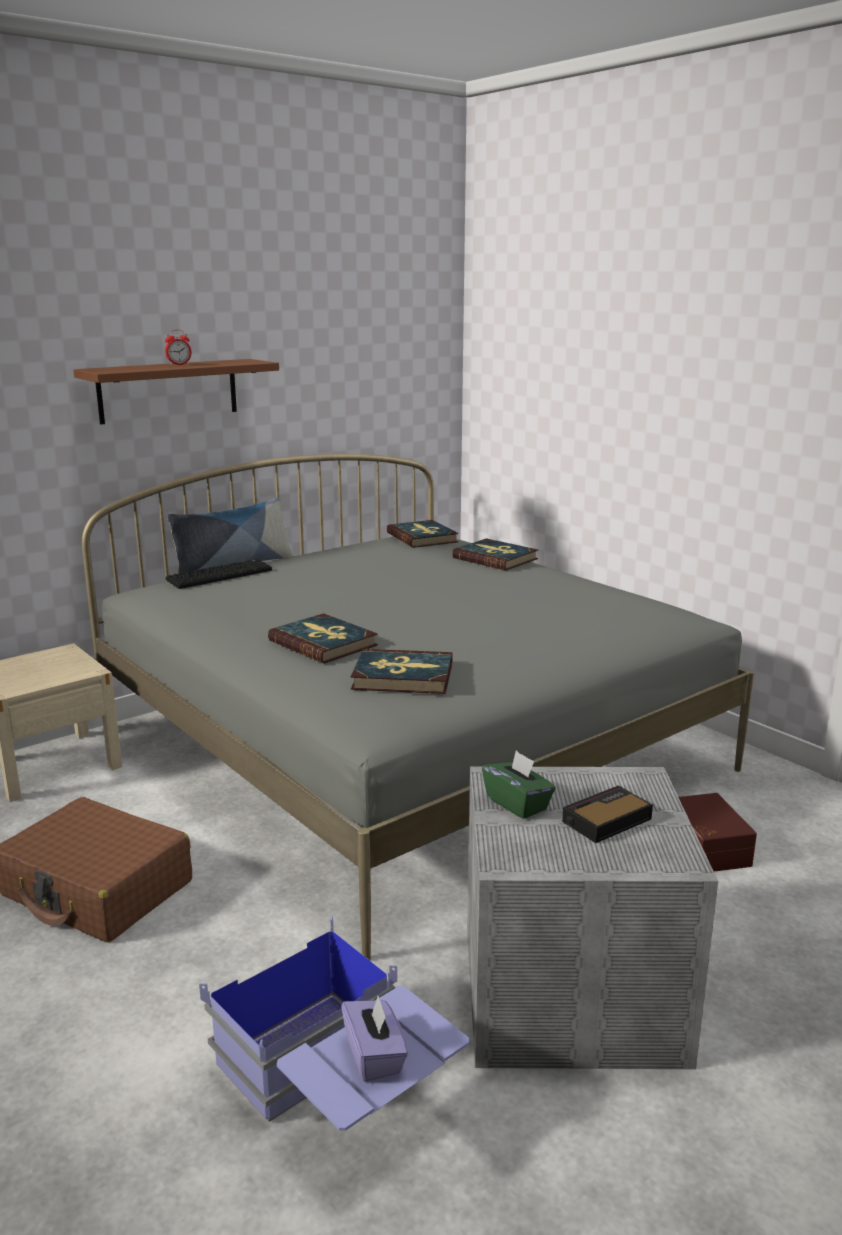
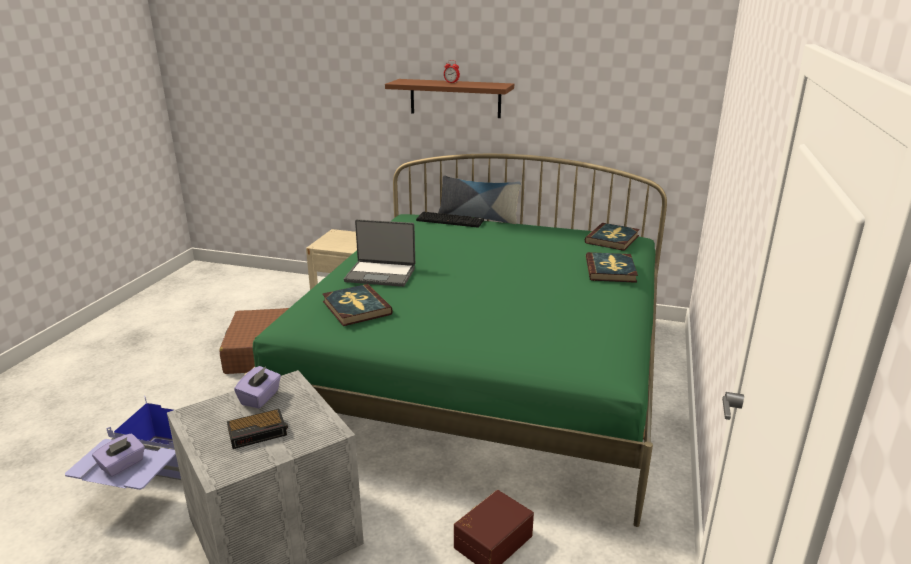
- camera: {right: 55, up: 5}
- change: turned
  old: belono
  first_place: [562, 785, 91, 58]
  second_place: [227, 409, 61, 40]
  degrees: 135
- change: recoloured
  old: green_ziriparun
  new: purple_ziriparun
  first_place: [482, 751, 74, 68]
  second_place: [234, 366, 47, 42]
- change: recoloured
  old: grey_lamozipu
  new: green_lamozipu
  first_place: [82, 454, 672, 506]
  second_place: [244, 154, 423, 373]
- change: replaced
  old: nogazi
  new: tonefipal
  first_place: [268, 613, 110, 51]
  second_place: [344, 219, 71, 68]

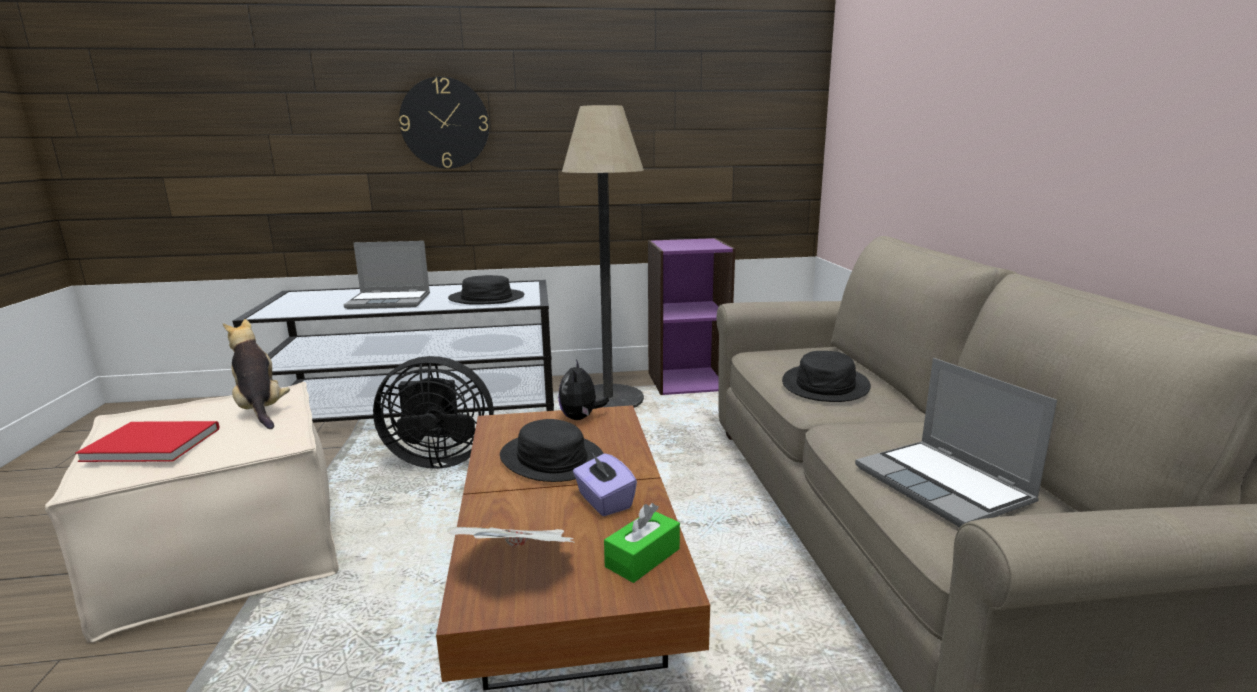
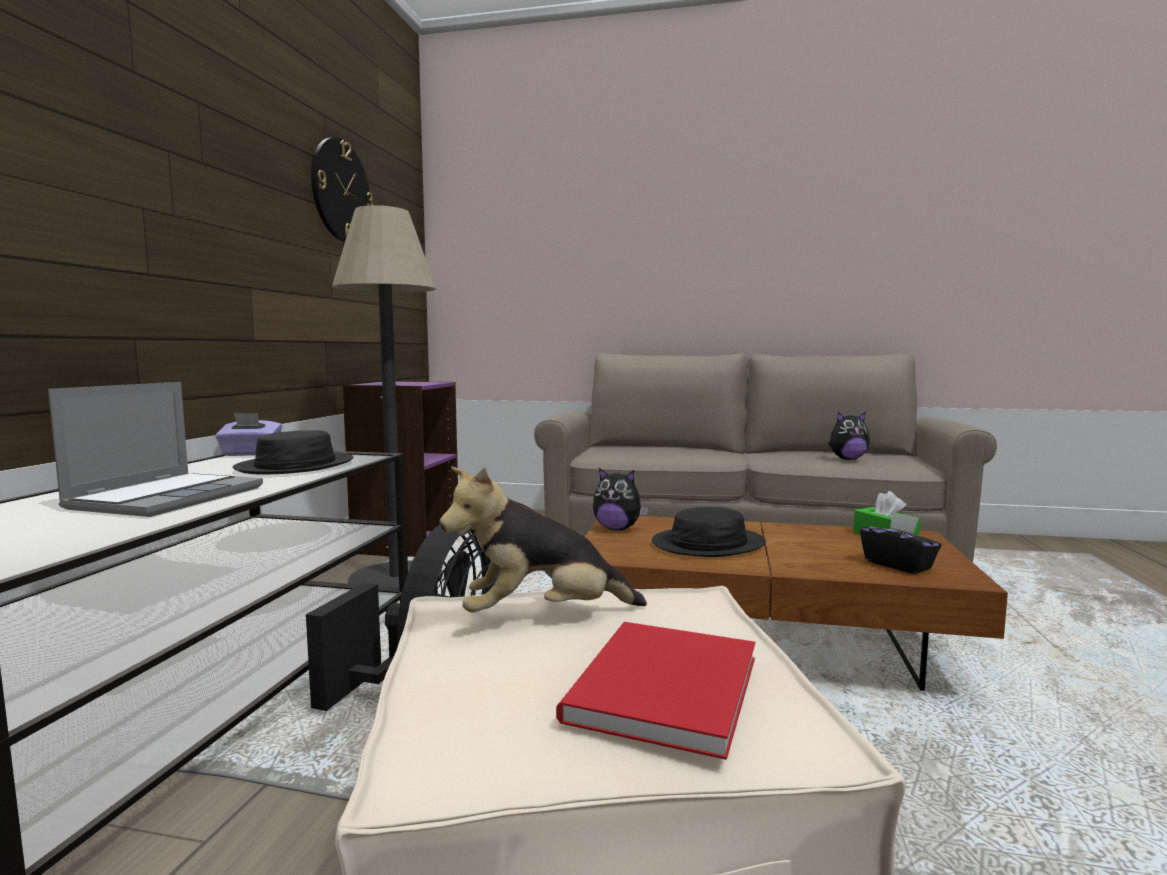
- camera: {right: -70, up: -10}
- change: moved
  old: purple_ziriparun
  first_place: [573, 451, 64, 65]
  second_place: [215, 413, 67, 43]
- change: moved
  old: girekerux
  first_place: [399, 77, 90, 92]
  second_place: [311, 137, 62, 105]
- change: replaced
  old: tonefipal
  new: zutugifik
  first_place: [855, 358, 202, 170]
  second_place: [828, 412, 42, 48]
- change: replaced
  old: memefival
  new: black_ziriparun
  first_place: [447, 527, 127, 20]
  second_place: [860, 512, 81, 62]
- change: removed
  old: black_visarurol
  first_place: [782, 351, 89, 51]

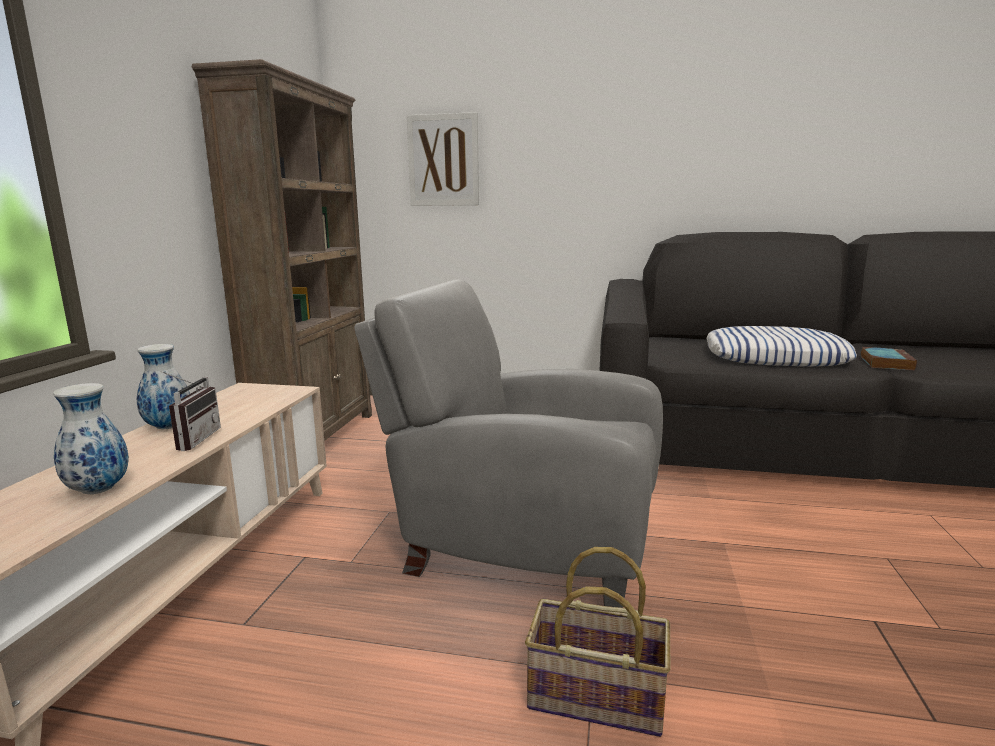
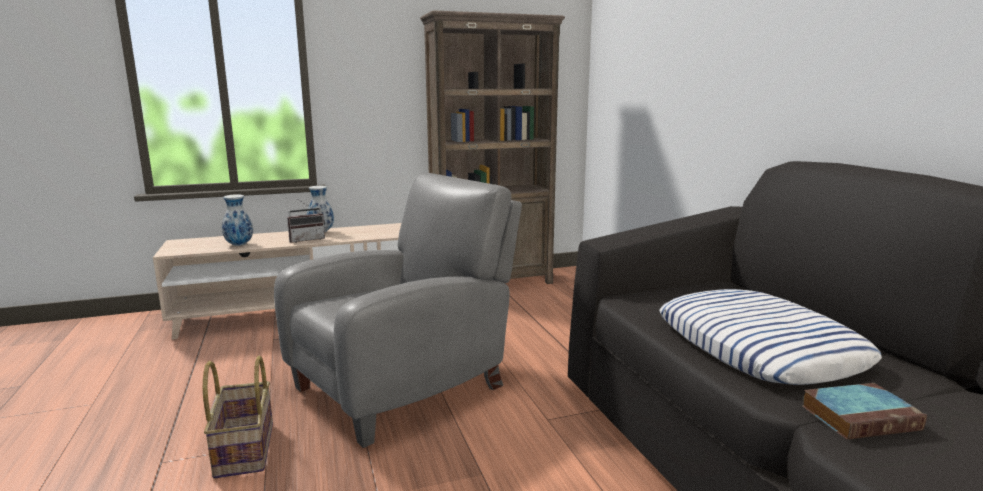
- camera: {right: 60, up: 0}
- change: turned
  old: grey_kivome
  first_place: [354, 279, 309, 329]
  second_place: [274, 173, 248, 275]
  degrees: 60
- change: removed
  old: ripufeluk
  first_place: [407, 112, 72, 94]

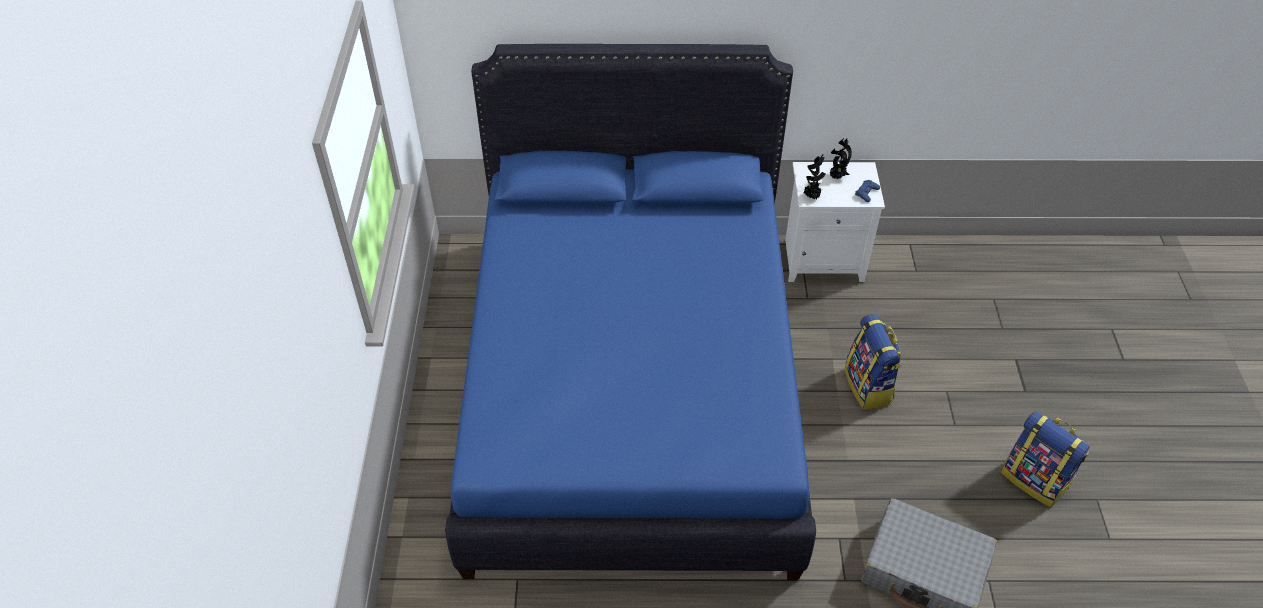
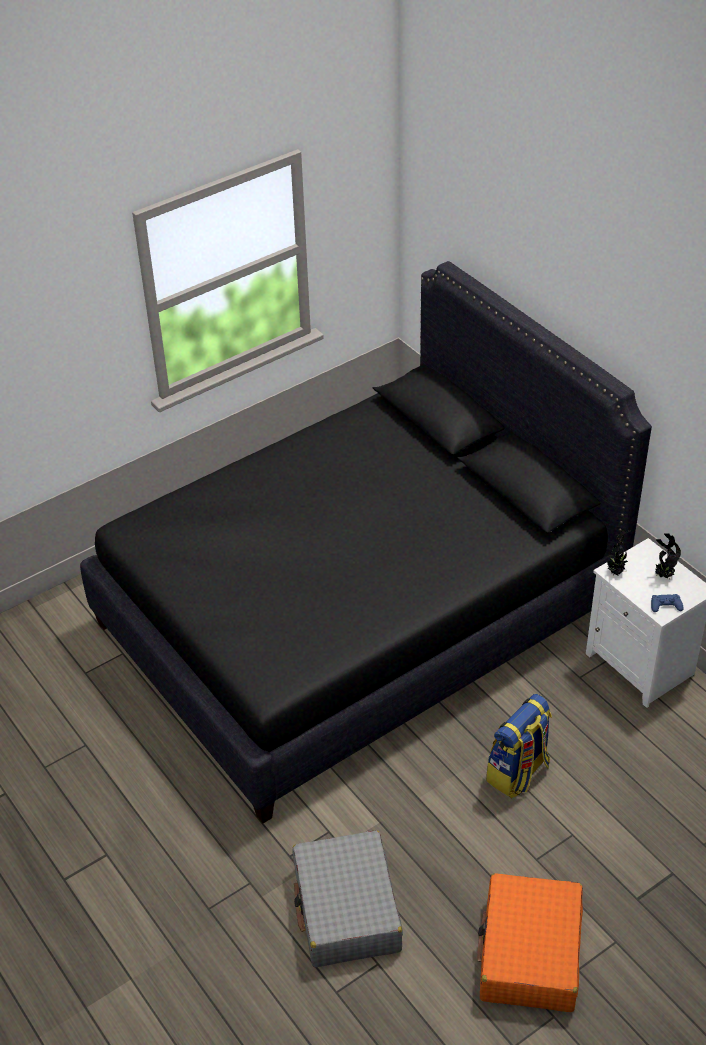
- camera: {right: 55, up: -5}
- change: recoloured
  old: blue_lamozipu
  new: black_lamozipu
  first_place: [445, 44, 371, 536]
  second_place: [80, 261, 572, 562]
- change: replaced
  old: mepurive
  new: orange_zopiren
  first_place: [1001, 411, 89, 96]
  second_place: [477, 873, 106, 139]

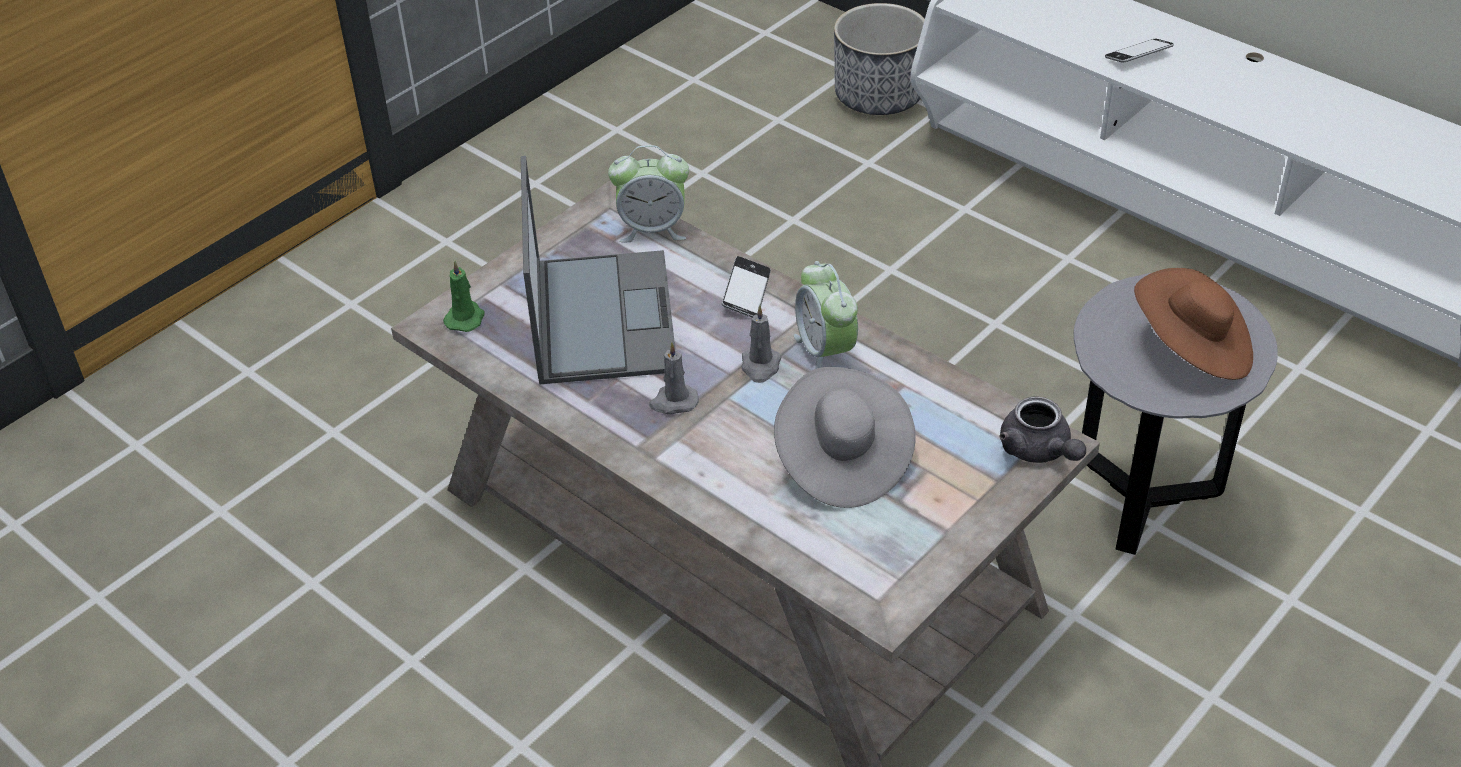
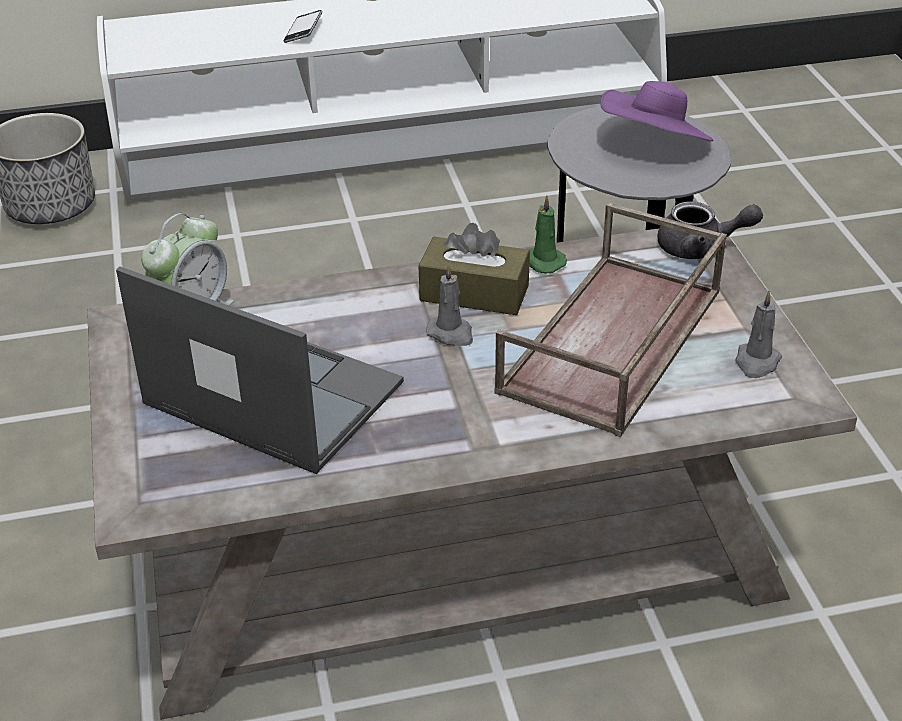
- camera: {right: -55, up: -5}
- change: replaced
  old: belono
  new: brown_ziriparun
  first_place: [794, 261, 64, 108]
  second_place: [418, 223, 112, 92]
- change: replaced
  old: grey_visarurol
  new: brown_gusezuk
  first_place: [774, 367, 142, 141]
  second_place: [495, 203, 232, 234]
- change: moved
  old: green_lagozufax
  first_place: [443, 261, 42, 71]
  second_place: [528, 195, 39, 78]
- change: recoloured
  old: brown_visarurol
  new: purple_visarurol
  first_place: [1134, 268, 119, 112]
  second_place: [600, 81, 114, 61]
- change: moved
  old: grey_lagozufax
  first_place: [649, 342, 50, 72]
  second_place: [735, 291, 47, 87]
- change: removed
  old: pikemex
  first_place: [722, 256, 49, 62]

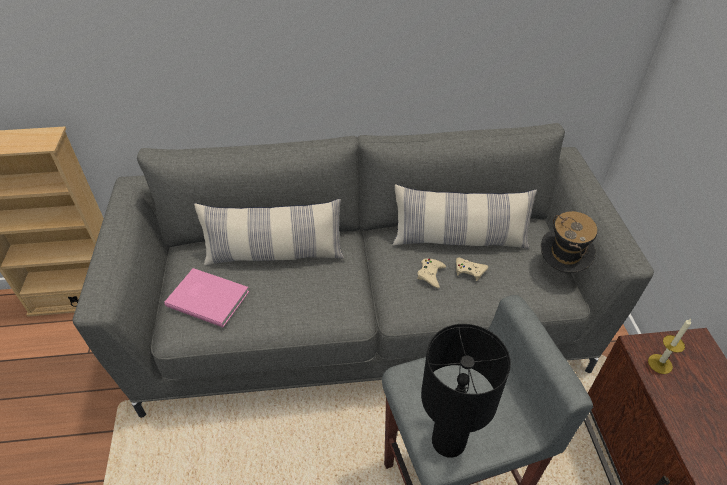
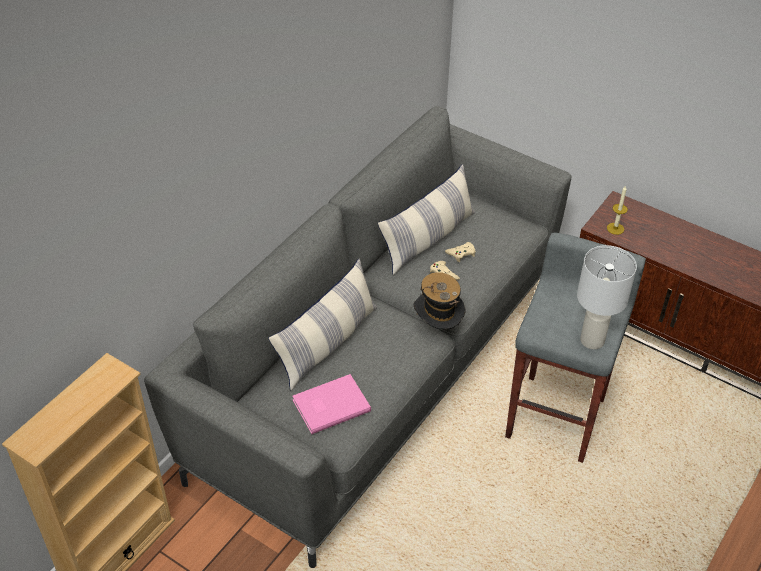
- camera: {right: -50, up: 0}
- change: moved
  old: visarurol
  first_place: [541, 211, 57, 62]
  second_place: [414, 272, 52, 57]
- change: recoloured
  old: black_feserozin
  new: white_feserozin
  first_place: [421, 324, 90, 134]
  second_place: [577, 245, 60, 105]

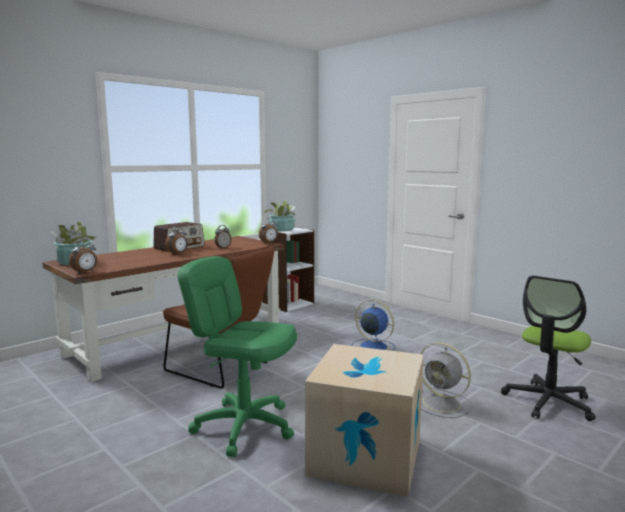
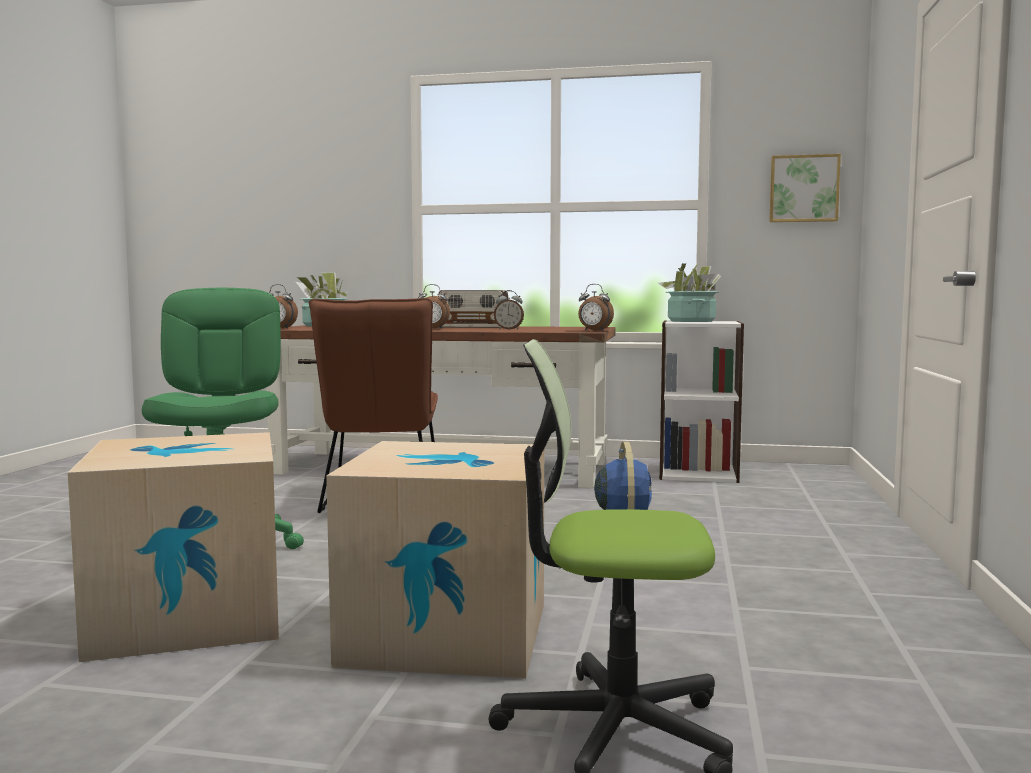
- camera: {right: 55, up: -5}
- change: replaced
  old: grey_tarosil
  new: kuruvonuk
  first_place: [421, 343, 51, 75]
  second_place: [326, 441, 218, 238]
- change: added
  new: ripufeluk
  second_place: [769, 154, 72, 68]

